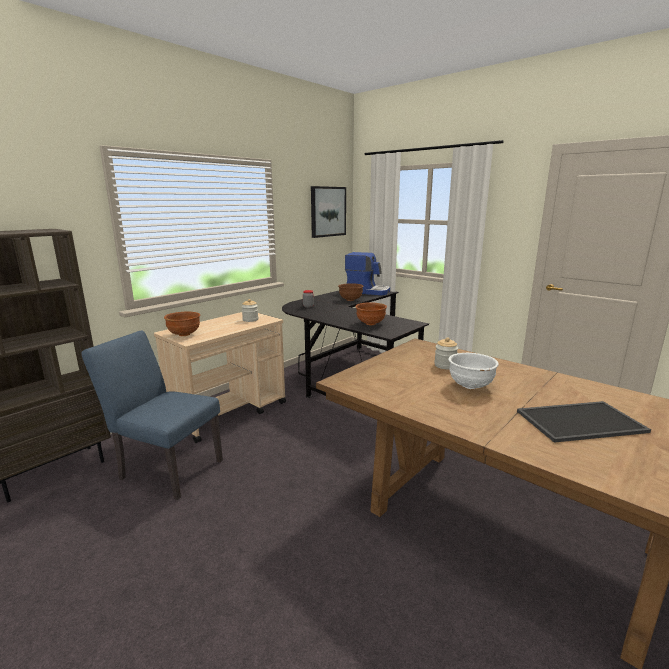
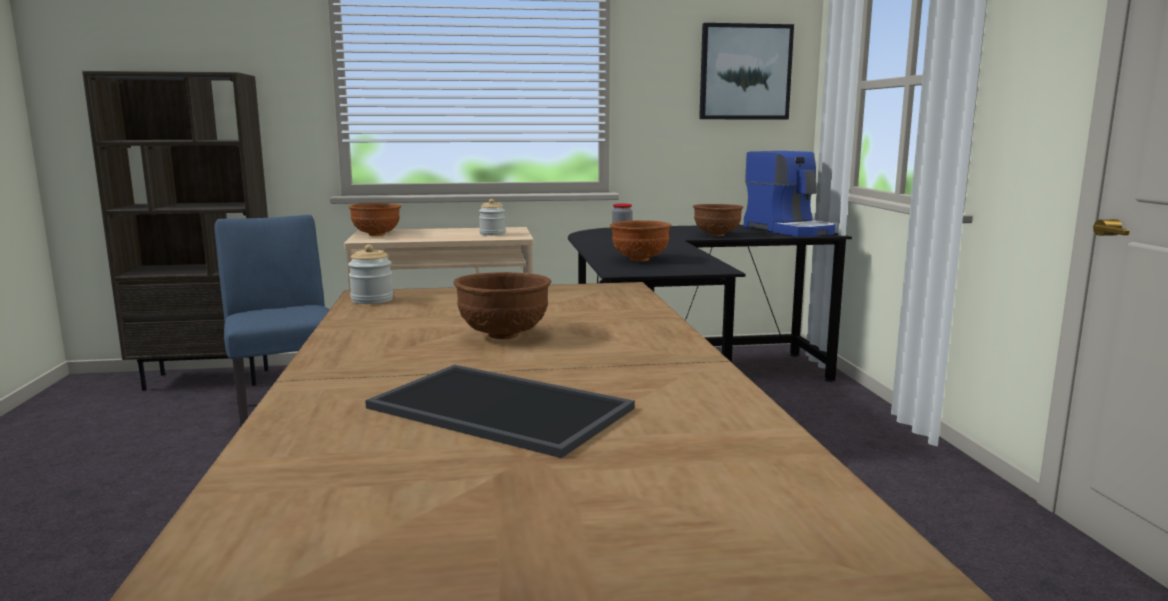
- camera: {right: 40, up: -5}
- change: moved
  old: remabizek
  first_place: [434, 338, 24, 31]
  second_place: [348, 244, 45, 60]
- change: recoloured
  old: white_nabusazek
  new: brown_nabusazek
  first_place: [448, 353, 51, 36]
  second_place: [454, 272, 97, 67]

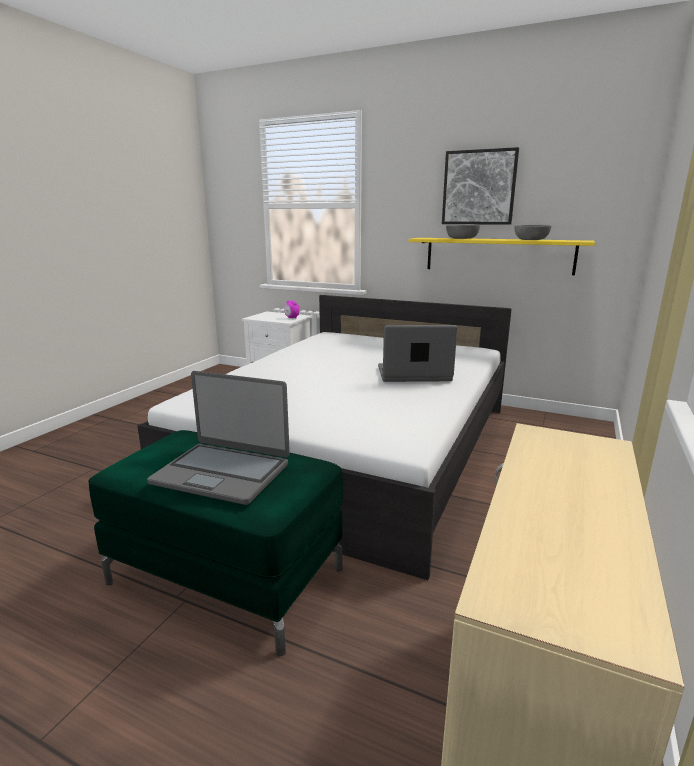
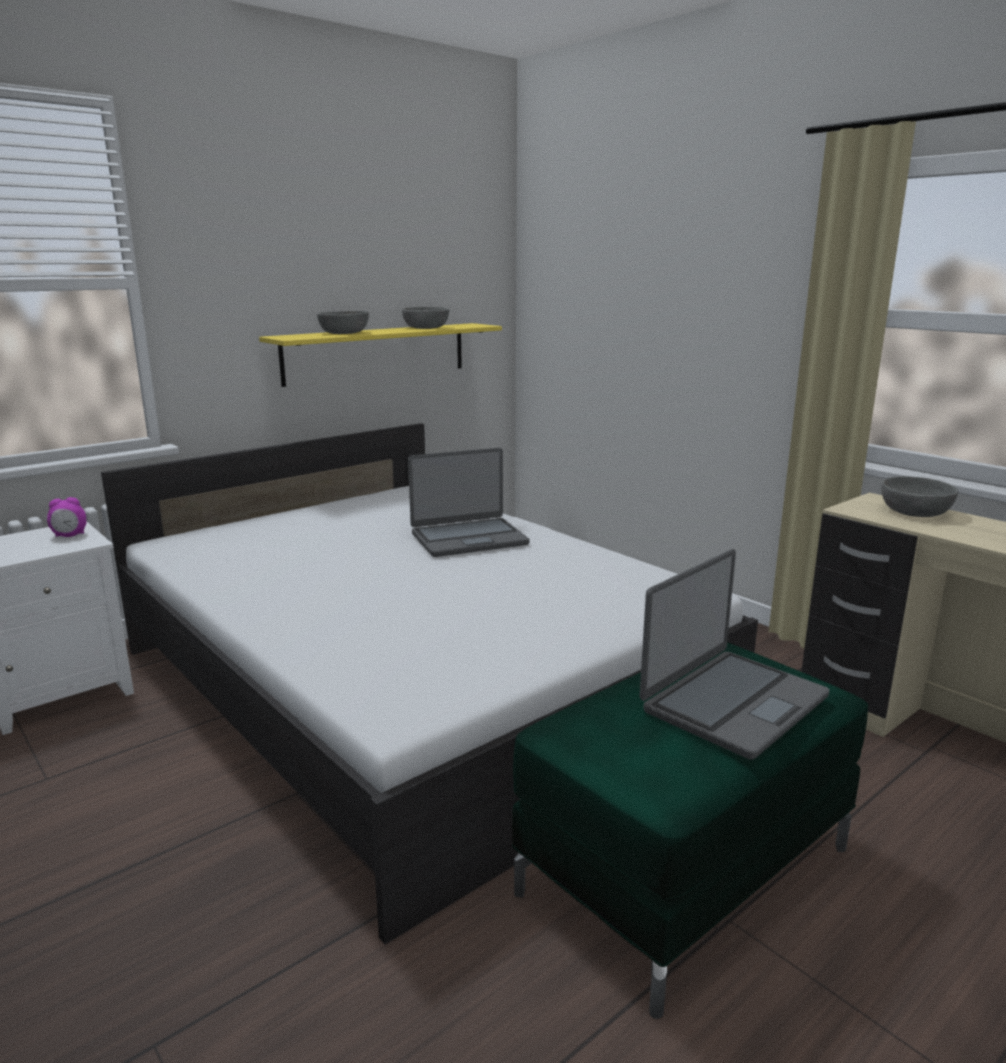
- camera: {right: -65, up: 0}
- change: turned
  old: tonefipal
  first_place: [378, 325, 79, 57]
  second_place: [408, 448, 122, 109]
  degrees: -135
- change: added
  new: grey_nabusazek
  second_place: [881, 476, 77, 41]
- change: removed
  old: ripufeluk
  first_place: [442, 147, 77, 78]

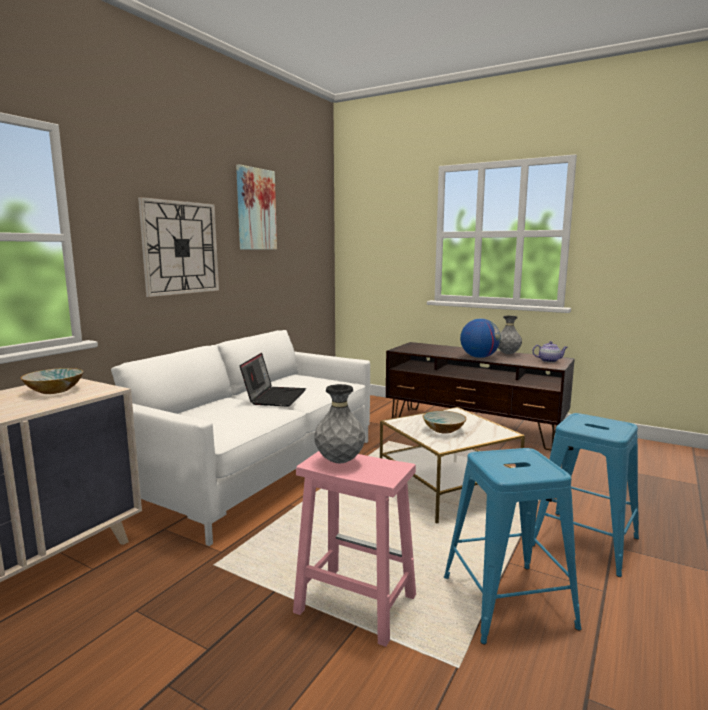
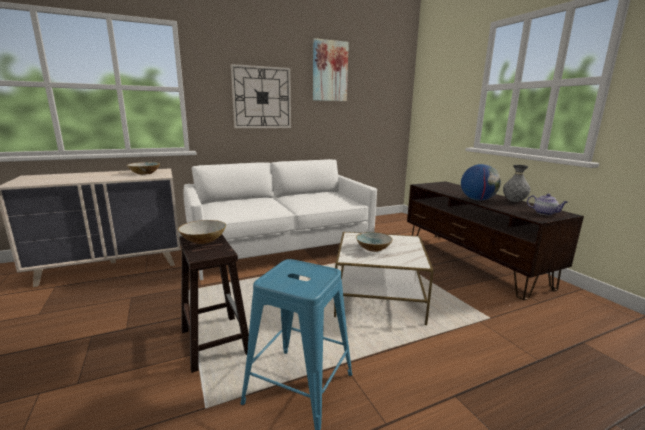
- camera: {right: 35, up: 5}
- change: replaced
  old: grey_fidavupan
  new: nabusazek
  first_place: [314, 384, 51, 79]
  second_place: [178, 220, 48, 24]
- change: recoloured
  old: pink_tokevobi
  new: brown_tokevobi
  first_place: [293, 451, 123, 196]
  second_place: [179, 234, 70, 139]
- change: removed
  old: tonefipal
  first_place: [240, 353, 66, 54]
- change: removed
  old: blue_tokevobi
  first_place: [533, 413, 106, 164]

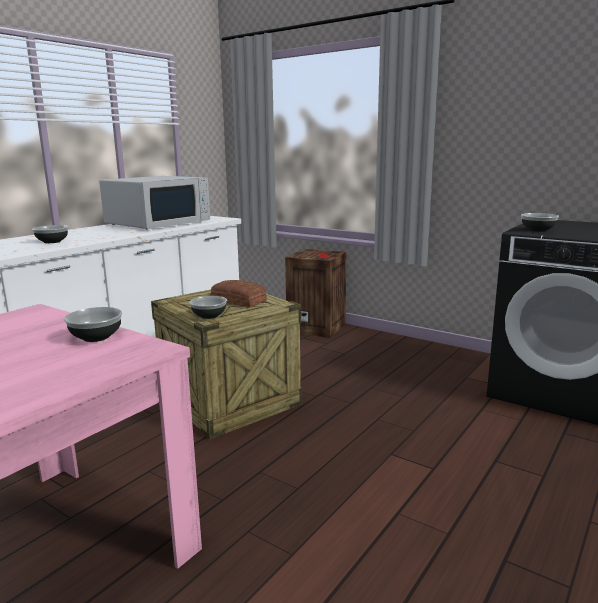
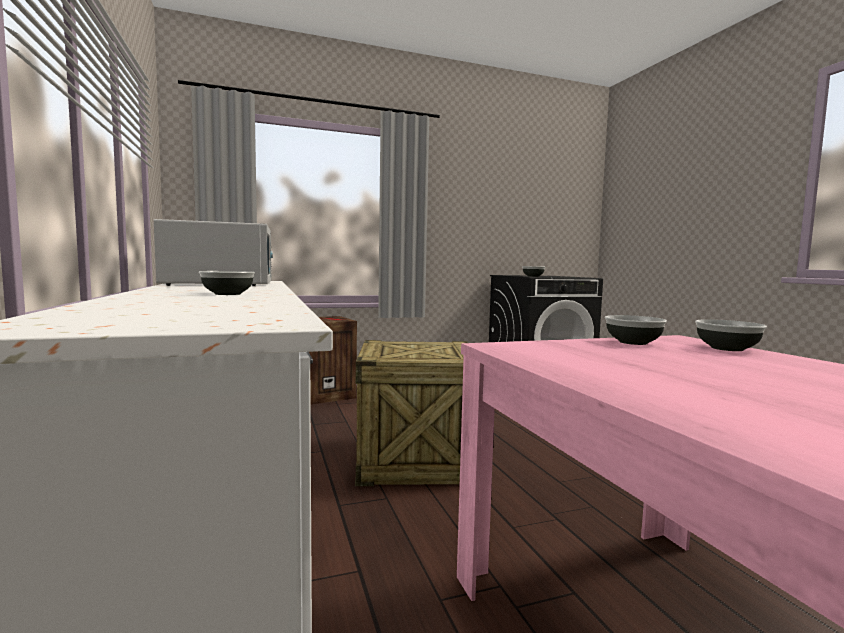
- camera: {right: -55, up: -10}
- change: moved
  old: nabusazek
  first_place: [189, 296, 38, 23]
  second_place: [695, 319, 72, 32]
- change: removed
  old: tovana
  first_place: [210, 280, 57, 28]

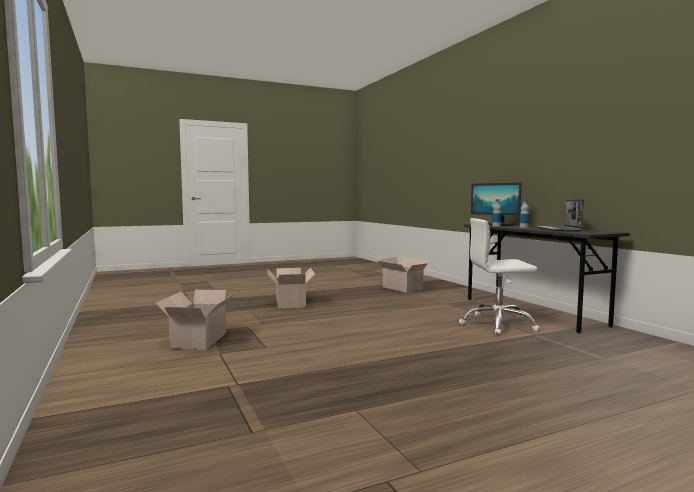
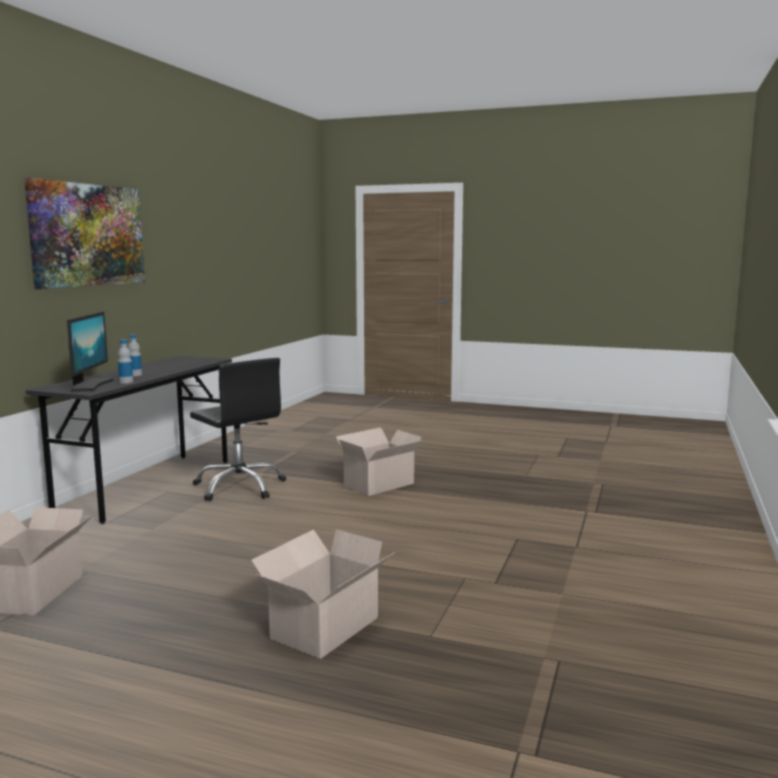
- camera: {right: -135, up: 5}
- change: added
  new: ripufeluk
  second_place: [24, 178, 121, 111]
- change: recoloured
  old: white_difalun
  new: black_difalun
  first_place: [459, 218, 81, 117]
  second_place: [190, 358, 96, 143]
- change: moved
  old: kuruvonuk
  first_place: [156, 290, 80, 60]
  second_place: [336, 427, 87, 69]
- change: removed
  old: tonefipal
  first_place: [537, 199, 47, 32]

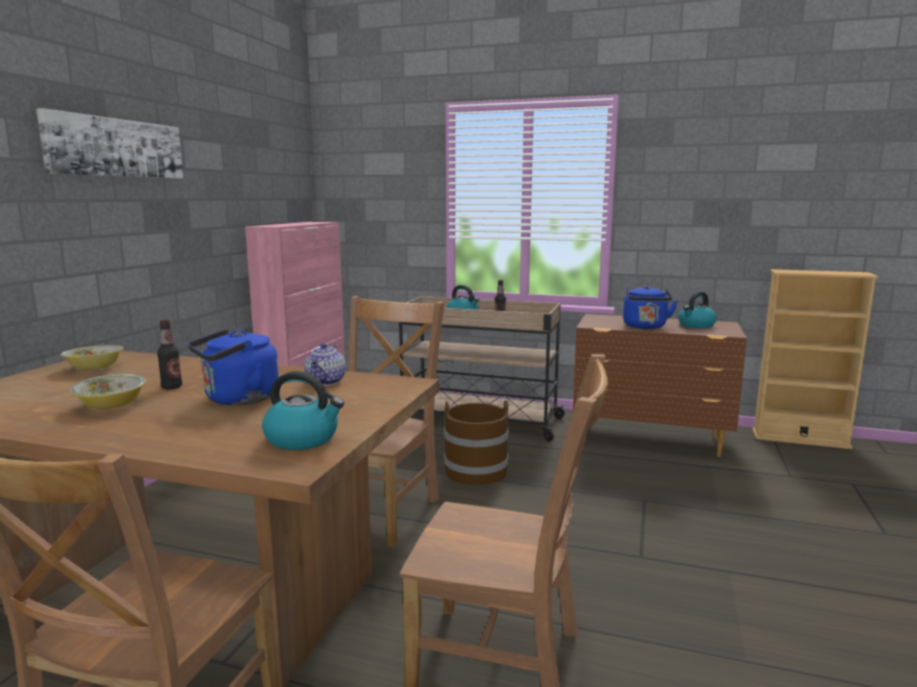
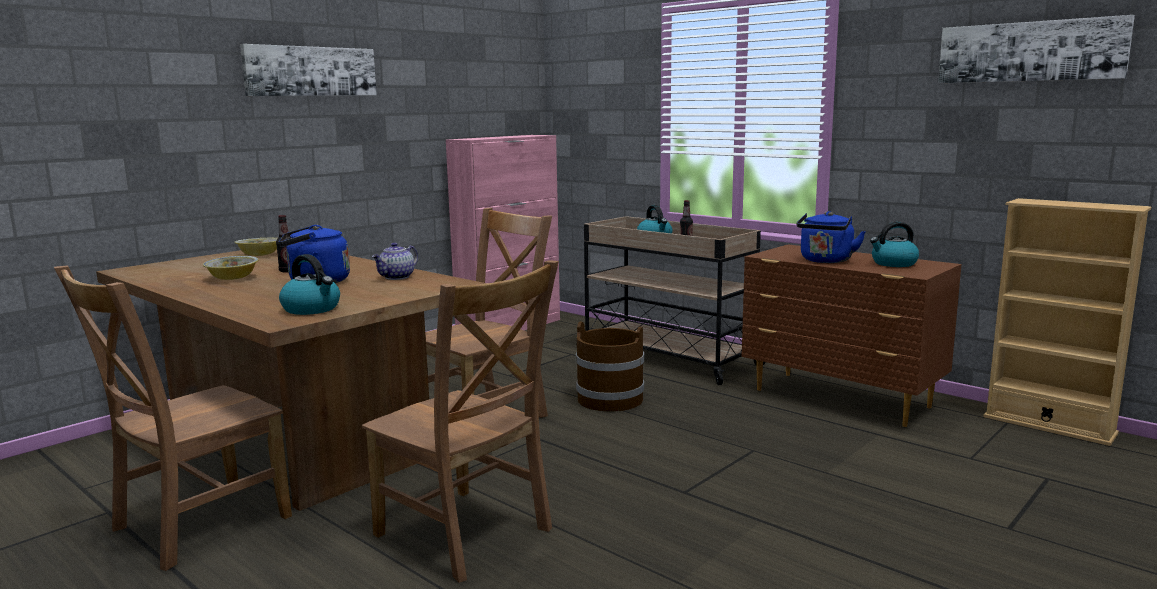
- camera: {right: 25, up: 0}
- change: added
  new: ripufeluk
  second_place: [938, 15, 197, 68]

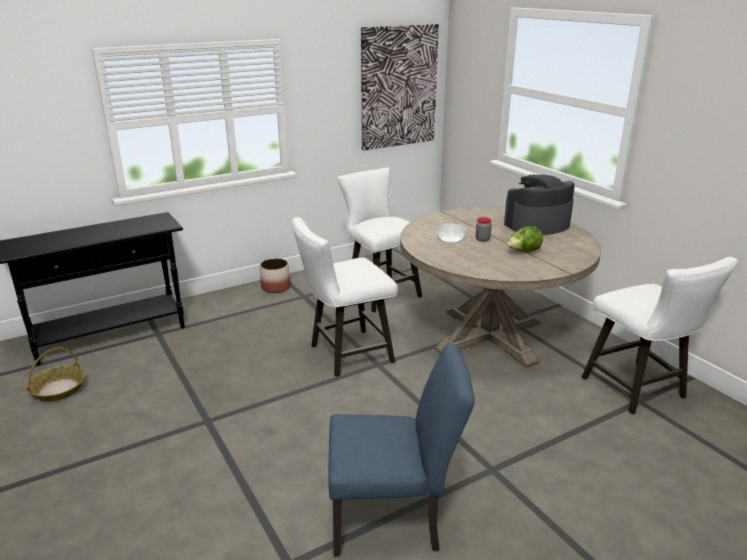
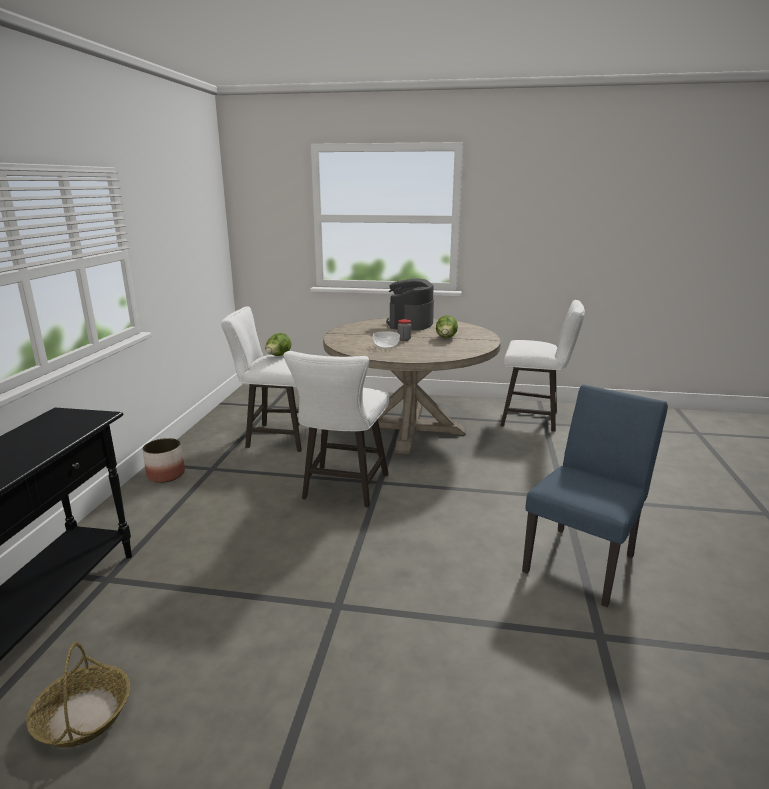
- camera: {right: -50, up: -5}
- change: added
  new: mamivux
  second_place: [265, 333, 26, 23]
- change: removed
  old: ripufeluk
  first_place: [361, 24, 78, 126]

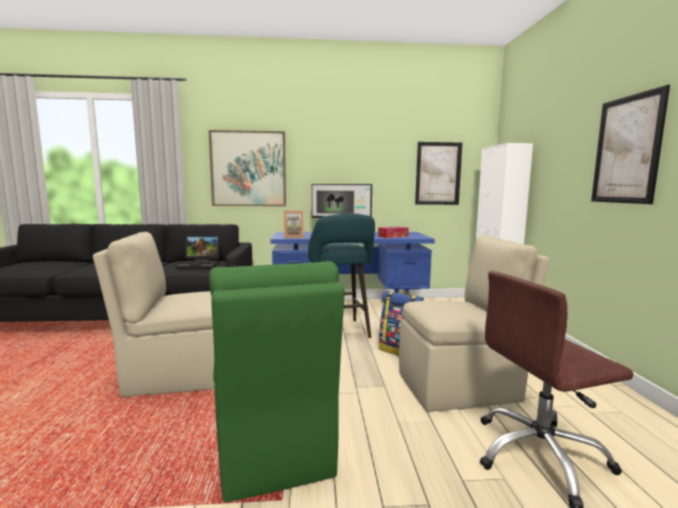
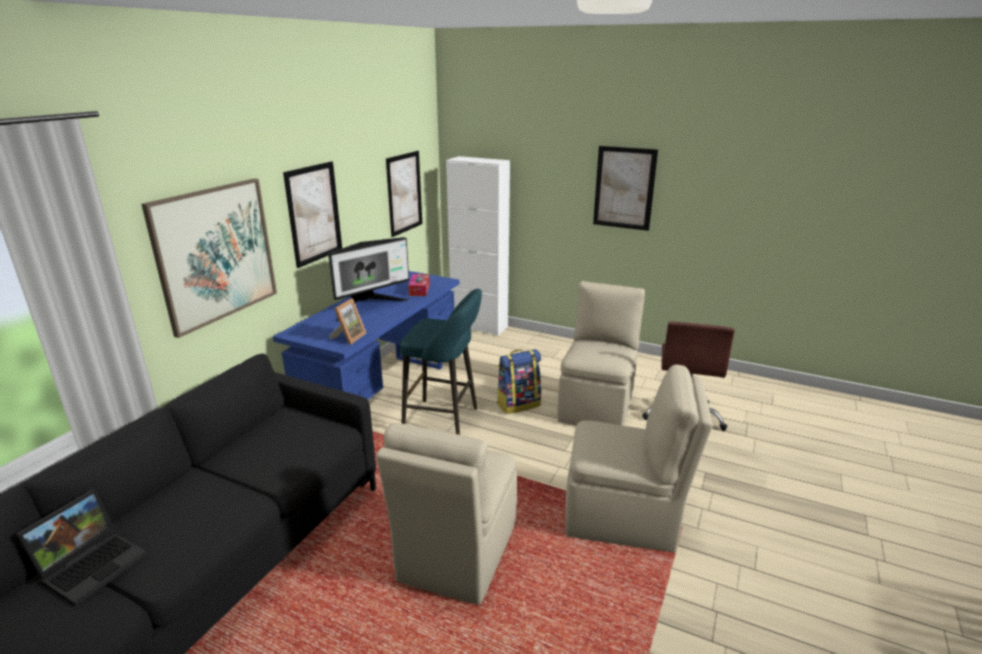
- camera: {right: -60, up: 15}
- change: moved
  old: tonefipal
  first_place: [176, 235, 44, 33]
  second_place: [16, 489, 131, 118]
- change: added
  new: ripufeluk
  second_place: [283, 161, 59, 107]
- change: recoloured
  old: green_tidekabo
  new: beige_tidekabo
  first_place: [209, 261, 136, 242]
  second_place: [565, 364, 148, 188]

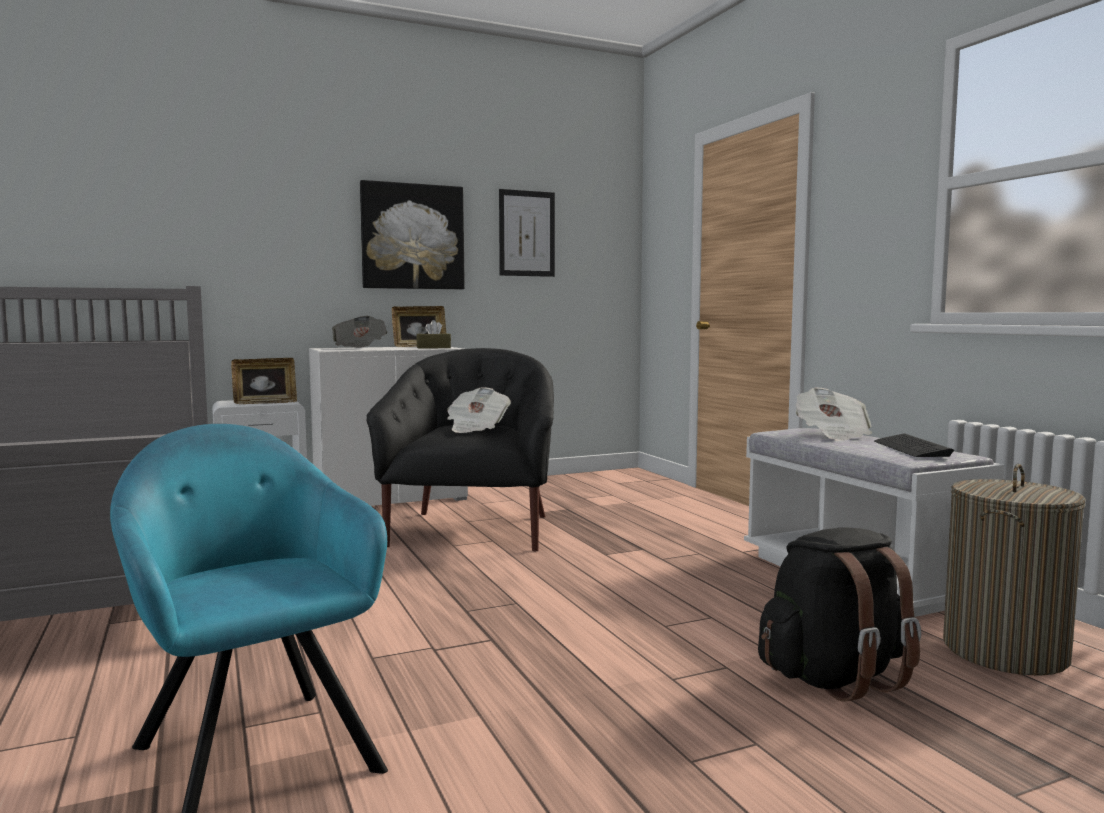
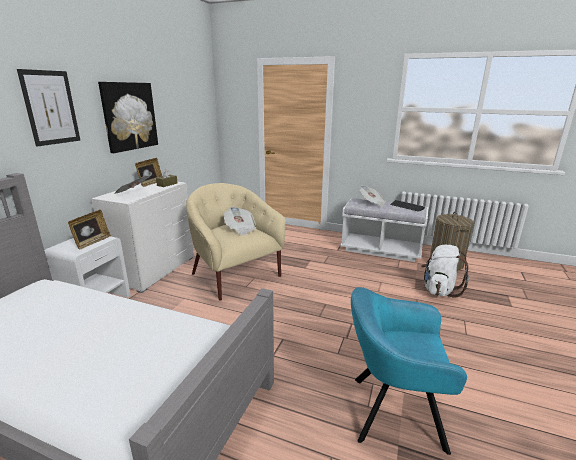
- camera: {right: -45, up: 15}
- change: moved
  old: ripufeluk
  first_place: [499, 189, 56, 88]
  second_place: [17, 69, 63, 78]
- change: recoloured
  old: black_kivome
  new: beige_kivome
  first_place: [367, 348, 187, 203]
  second_place: [186, 183, 100, 117]
- change: recoloured
  old: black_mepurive
  new: white_mepurive
  first_place: [758, 527, 163, 175]
  second_place: [421, 245, 48, 52]

